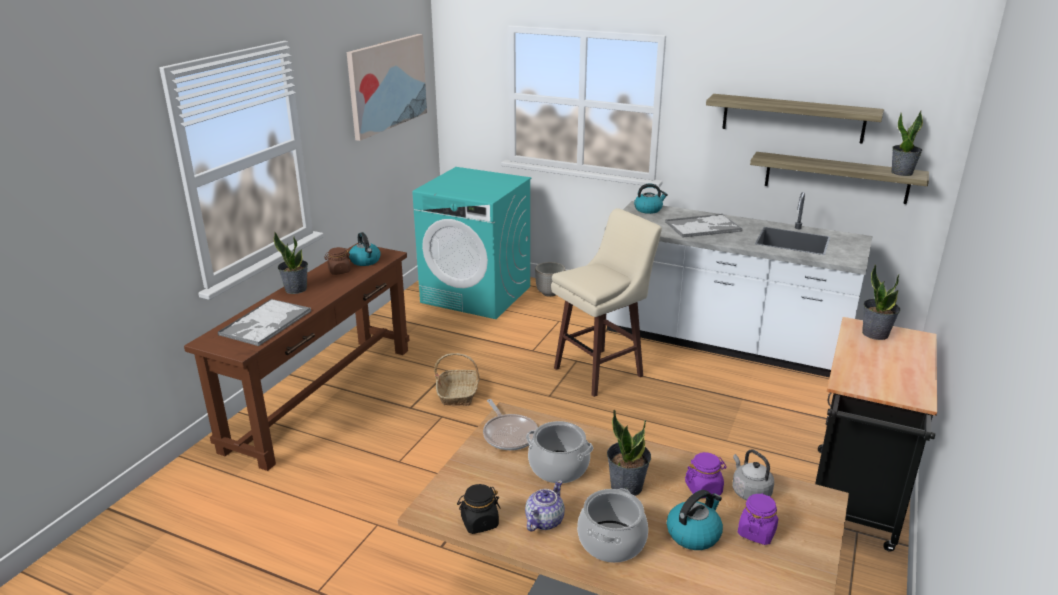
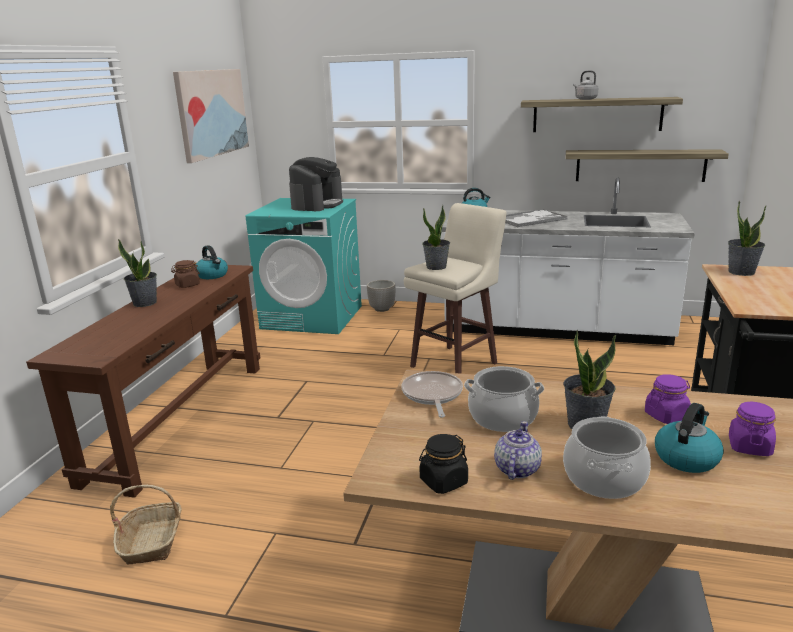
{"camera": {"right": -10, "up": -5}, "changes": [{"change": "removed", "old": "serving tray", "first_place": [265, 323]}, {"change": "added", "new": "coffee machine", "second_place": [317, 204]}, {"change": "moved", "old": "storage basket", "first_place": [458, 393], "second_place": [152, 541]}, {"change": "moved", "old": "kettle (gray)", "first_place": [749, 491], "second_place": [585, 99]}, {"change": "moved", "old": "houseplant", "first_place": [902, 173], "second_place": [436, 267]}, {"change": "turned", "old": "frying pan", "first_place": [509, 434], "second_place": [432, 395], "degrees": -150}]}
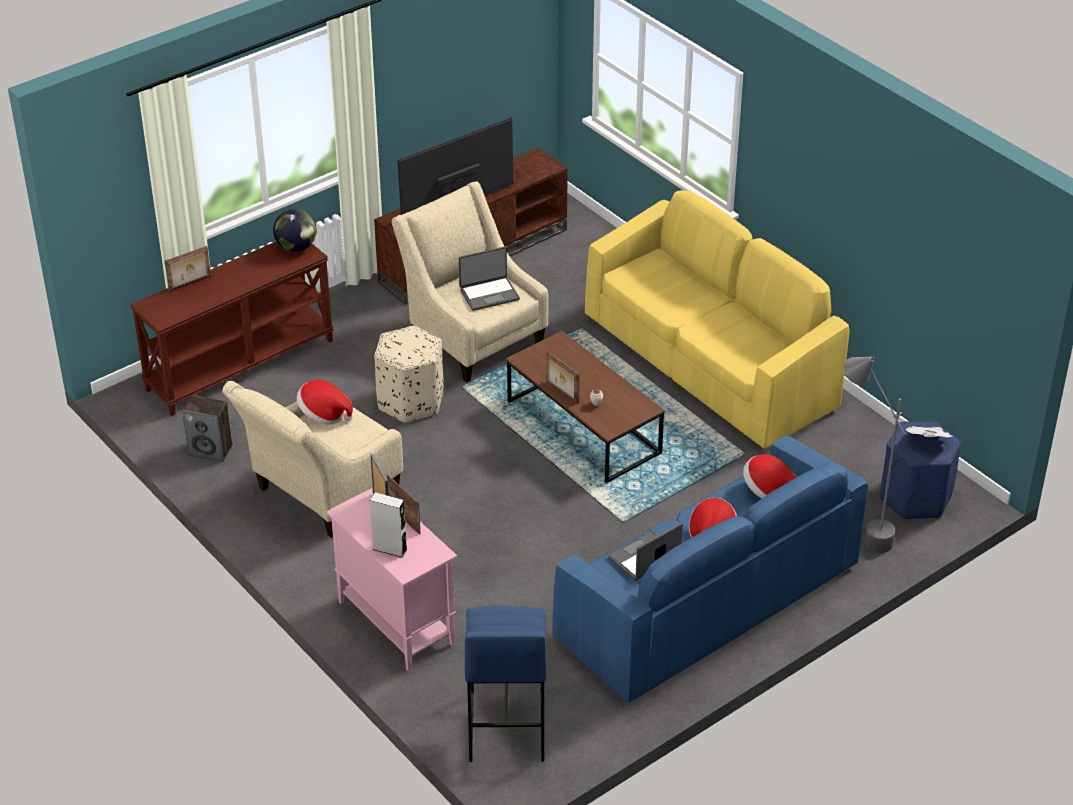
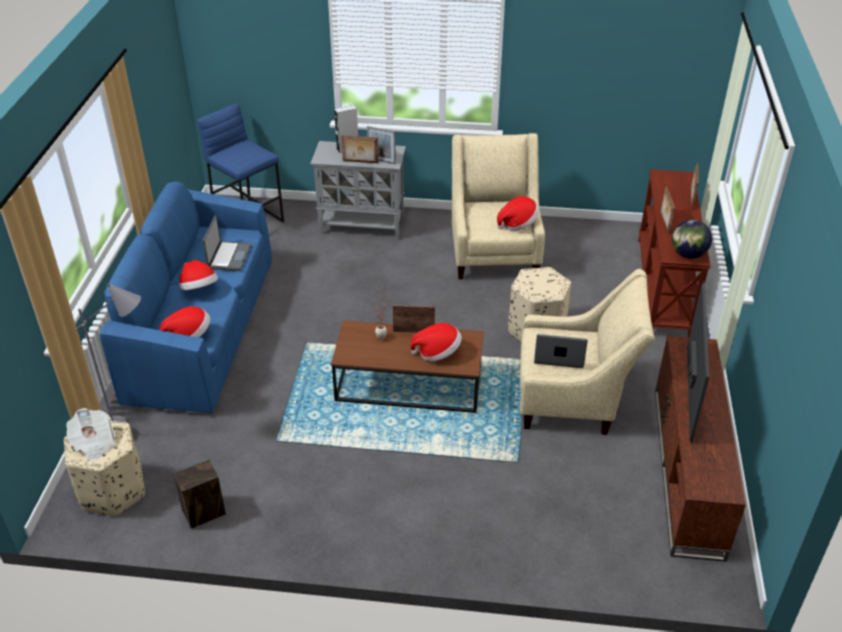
{"camera": {"right": 135, "up": 0}, "changes": [{"change": "removed", "old": "settee (yellowish)", "first_place": [709, 363]}, {"change": "added", "new": "wearable hat", "second_place": [437, 352]}, {"change": "added", "new": "standing frame", "second_place": [664, 223]}, {"change": "moved", "old": "speaker", "first_place": [211, 450], "second_place": [203, 513]}, {"change": "recoloured", "old": "cabinet (pink-coloured)", "new": "cabinet (gray)", "first_place": [395, 622], "second_place": [362, 226]}, {"change": "recoloured", "old": "footrest (blue-coloured)", "new": "footrest (beige)", "first_place": [915, 498], "second_place": [112, 490]}, {"change": "turned", "old": "notebook computer", "first_place": [489, 294], "second_place": [559, 355], "degrees": 75}]}
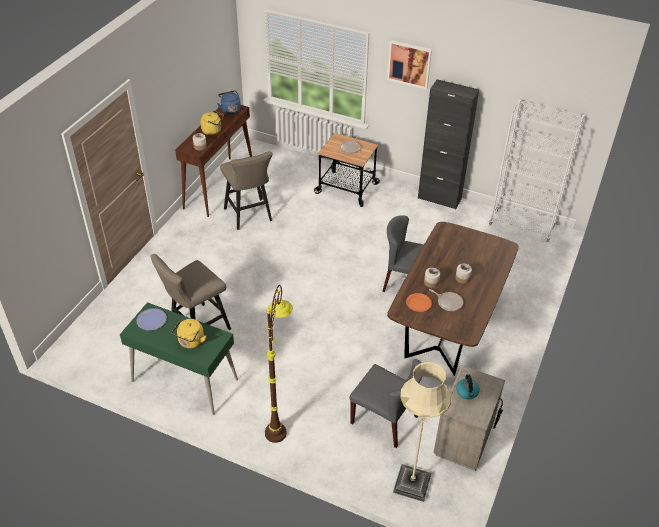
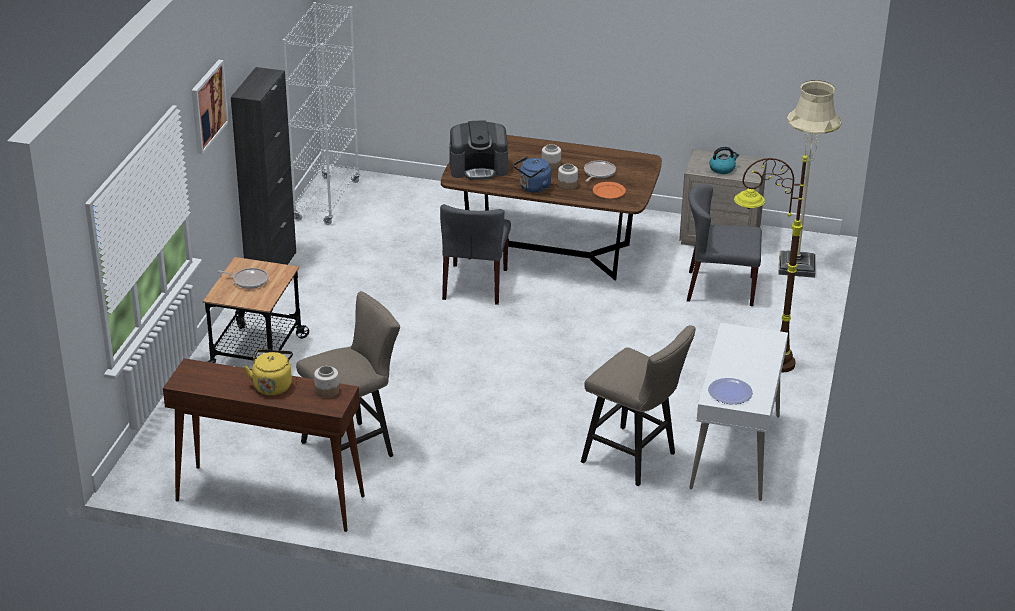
{"camera": {"right": -100, "up": -10}, "changes": [{"change": "removed", "old": "kettle (yellowish)", "first_place": [190, 342]}, {"change": "added", "new": "coffee machine", "second_place": [479, 168]}, {"change": "moved", "old": "kettle (blue-coloured)", "first_place": [230, 110], "second_place": [533, 188]}, {"change": "recoloured", "old": "desk (greenish)", "new": "desk (white-coloured)", "first_place": [184, 381], "second_place": [736, 452]}, {"change": "turned", "old": "plain chair (gray)", "first_place": [384, 420], "second_place": [719, 288], "degrees": -105}]}
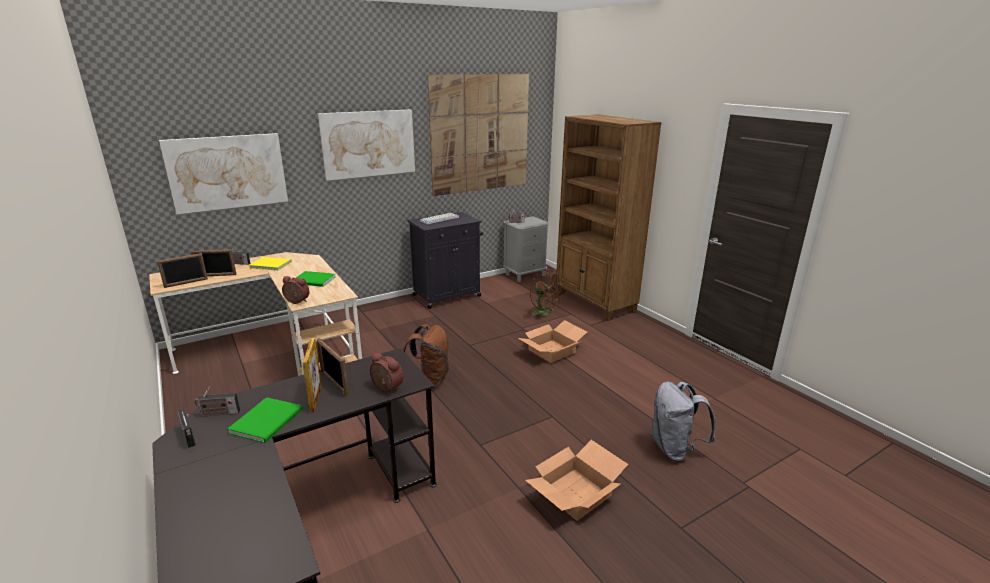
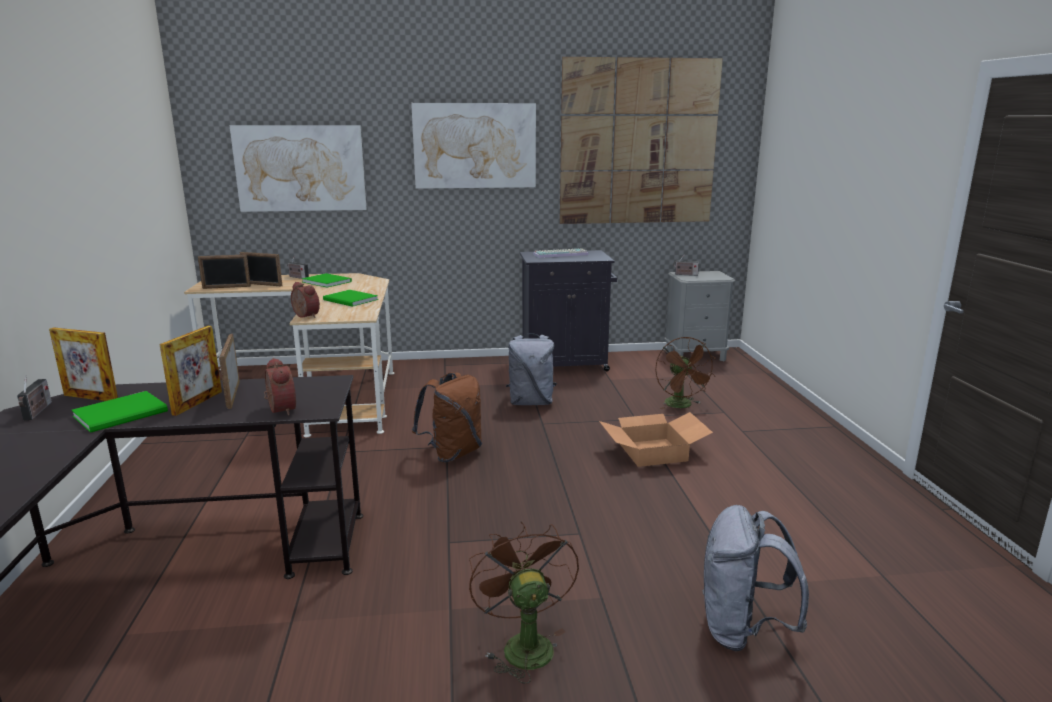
{"camera": {"right": 25, "up": -5}, "changes": [{"change": "removed", "old": "shelving unit (brown-coloured)", "first_place": [595, 302]}, {"change": "added", "new": "backpack (gray)", "second_place": [531, 402]}, {"change": "replaced", "old": "radio receiver", "new": "standing frame", "first_place": [218, 413], "second_place": [91, 398]}, {"change": "replaced", "old": "cardboard box", "new": "fan (brown-coloured)", "first_place": [576, 494], "second_place": [523, 644]}, {"change": "recoloured", "old": "book (yellowish)", "new": "book (greenish)", "first_place": [270, 264], "second_place": [327, 281]}]}
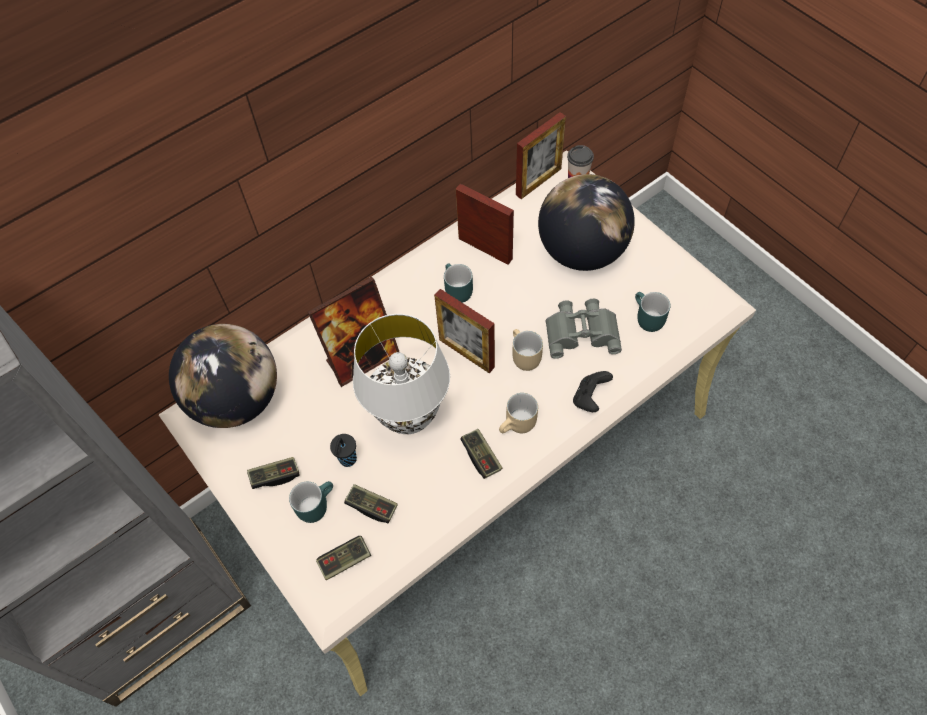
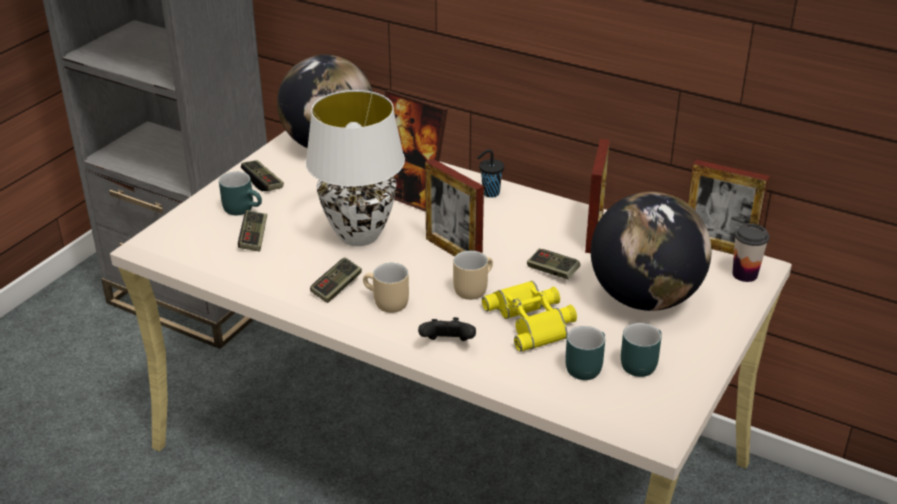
{"camera": {"right": 65, "up": -25}, "changes": [{"change": "moved", "old": "gamepad", "first_place": [345, 560], "second_place": [552, 271]}, {"change": "moved", "old": "small cup (black)", "first_place": [347, 460], "second_place": [489, 193]}, {"change": "moved", "old": "mug (turquoise)", "first_place": [455, 290], "second_place": [639, 362]}, {"change": "recoloured", "old": "field glasses (gray)", "new": "field glasses (yellowish)", "first_place": [582, 331], "second_place": [533, 321]}, {"change": "turned", "old": "standing frame", "first_place": [466, 353], "second_place": [453, 251], "degrees": -60}]}
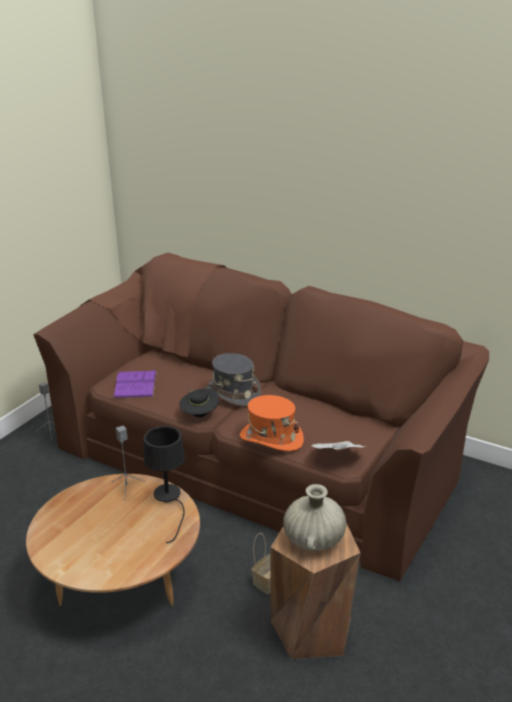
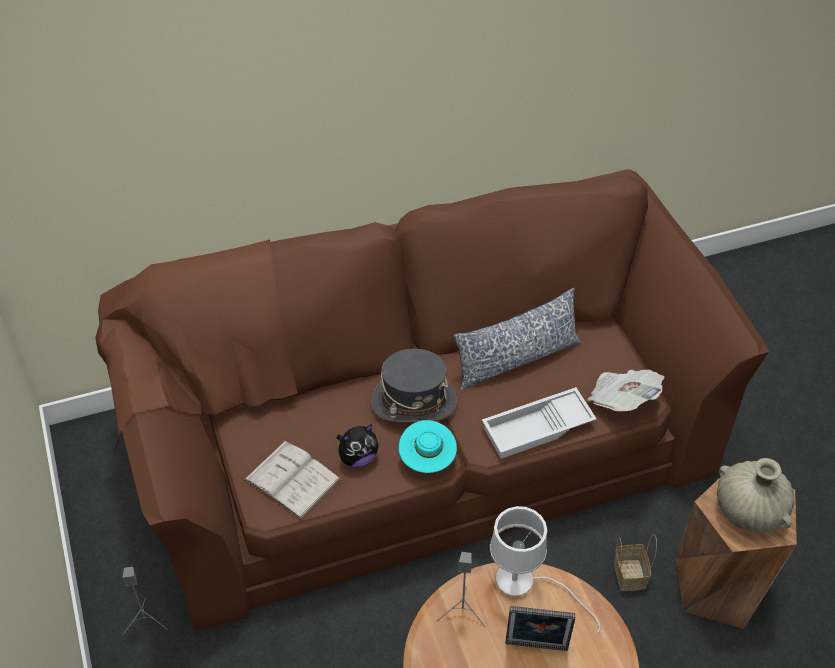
{"camera": {"right": -50, "up": 20}, "changes": [{"change": "added", "new": "cuddly toy", "second_place": [358, 458]}, {"change": "added", "new": "cushion", "second_place": [516, 359]}, {"change": "added", "new": "standing frame", "second_place": [536, 648]}, {"change": "replaced", "old": "wearable hat (orange)", "new": "serving tray (white-coloured)", "first_place": [271, 438], "second_place": [537, 429]}, {"change": "recoloured", "old": "book (purple-coloured)", "new": "book (white-coloured)", "first_place": [135, 384], "second_place": [292, 479]}, {"change": "recoloured", "old": "lamp for a table (black)", "new": "lamp for a table (white-coloured)", "first_place": [169, 501], "second_place": [525, 585]}, {"change": "recoloured", "old": "wearable hat (black)", "new": "wearable hat (turquoise)", "first_place": [199, 415], "second_place": [427, 460]}]}
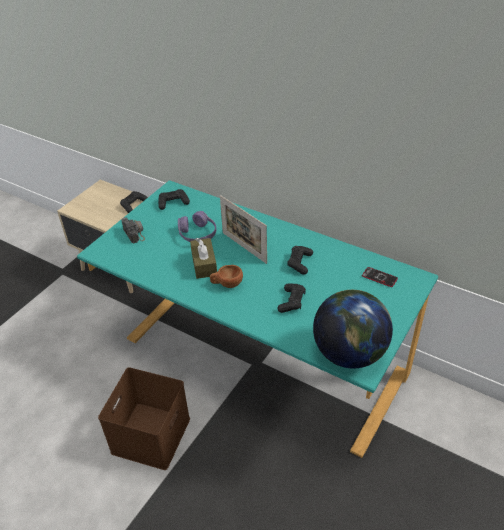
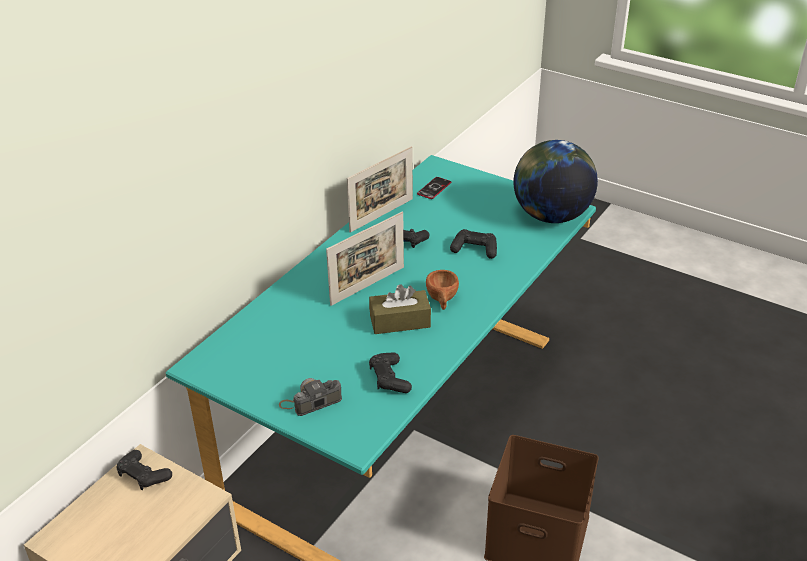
{"camera": {"right": -90, "up": -5}, "changes": [{"change": "removed", "old": "pair of headphones (purple-coloured)", "first_place": [197, 234]}, {"change": "added", "new": "standing frame", "second_place": [381, 215]}, {"change": "moved", "old": "gamepad (black)", "first_place": [173, 203], "second_place": [389, 379]}]}
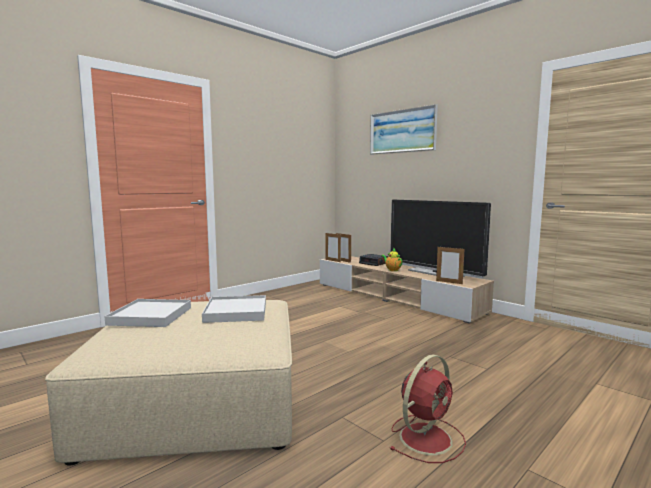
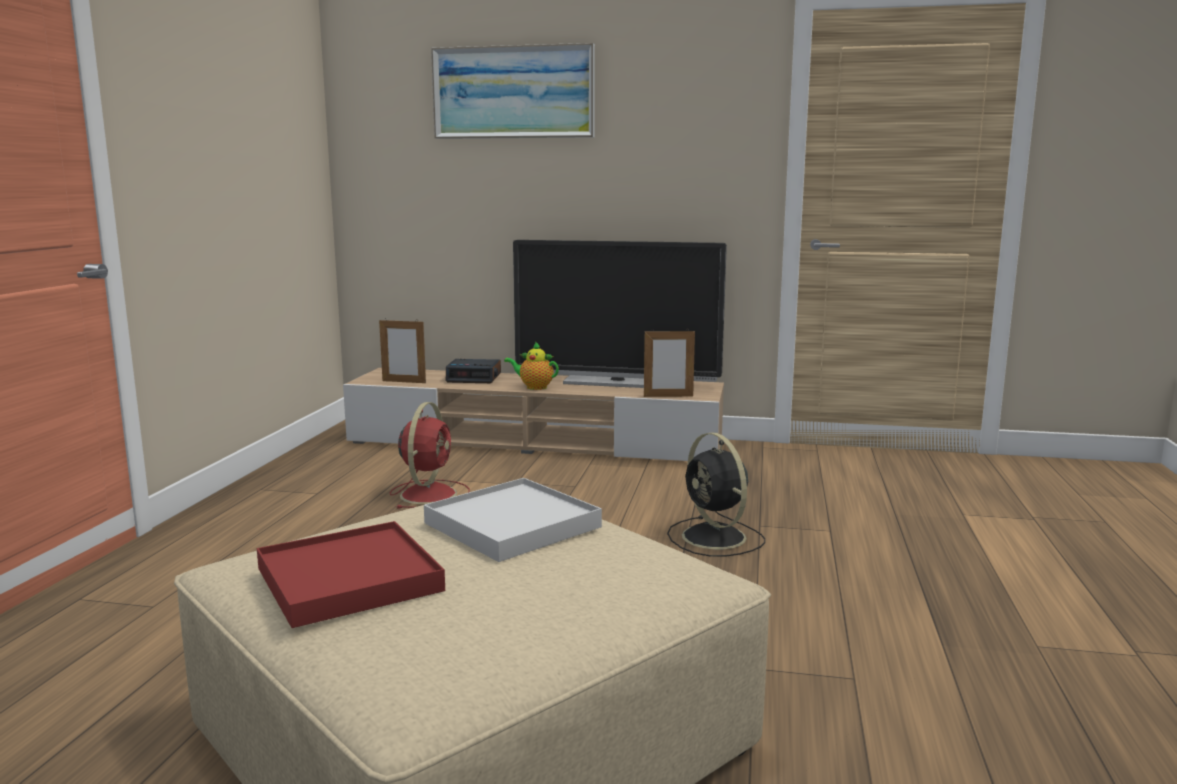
{"camera": {"right": -35, "up": 5}, "changes": [{"change": "removed", "old": "standing frame", "first_place": [333, 260]}, {"change": "added", "new": "fan (black)", "second_place": [715, 538]}, {"change": "moved", "old": "fan (red-coloured)", "first_place": [427, 437], "second_place": [429, 494]}, {"change": "recoloured", "old": "serving tray (white-coloured)", "new": "serving tray (red-coloured)", "first_place": [150, 316], "second_place": [348, 579]}]}
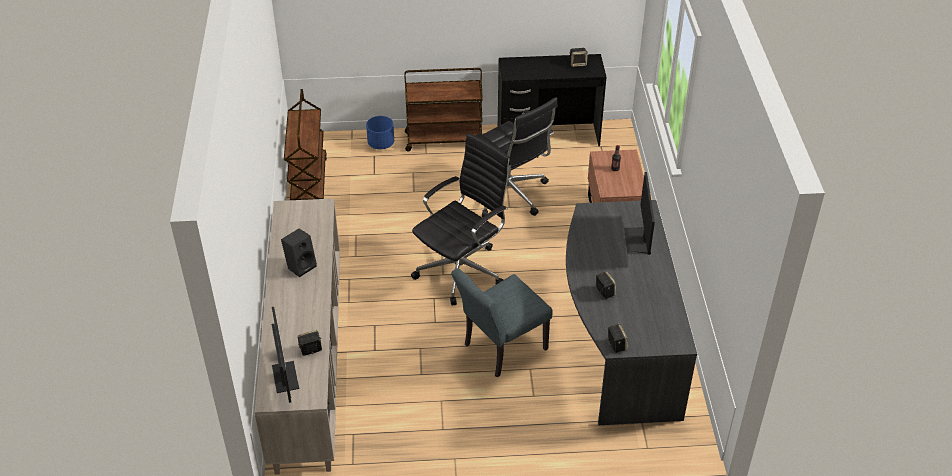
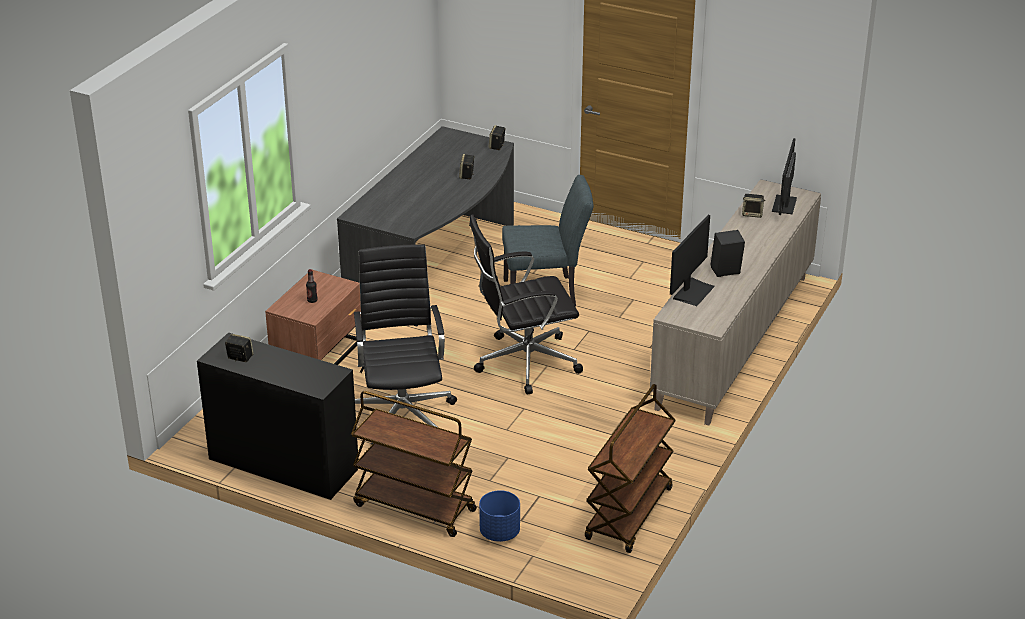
{"camera": {"right": -150, "up": -10}, "changes": [{"change": "moved", "old": "computer display", "first_place": [638, 241], "second_place": [693, 291]}]}
